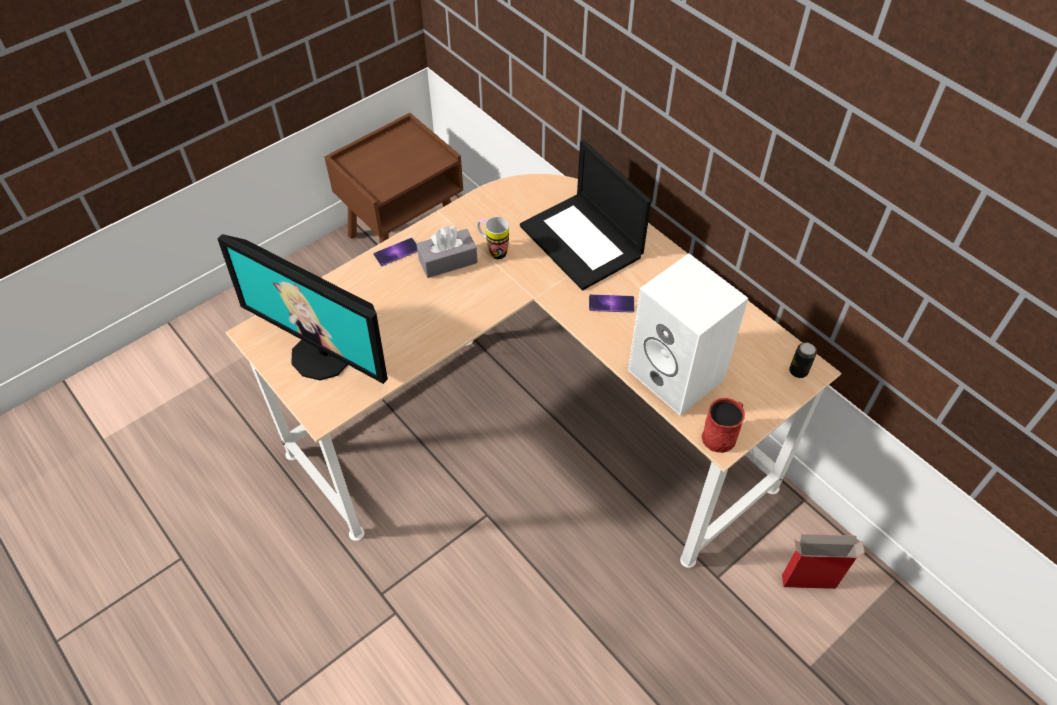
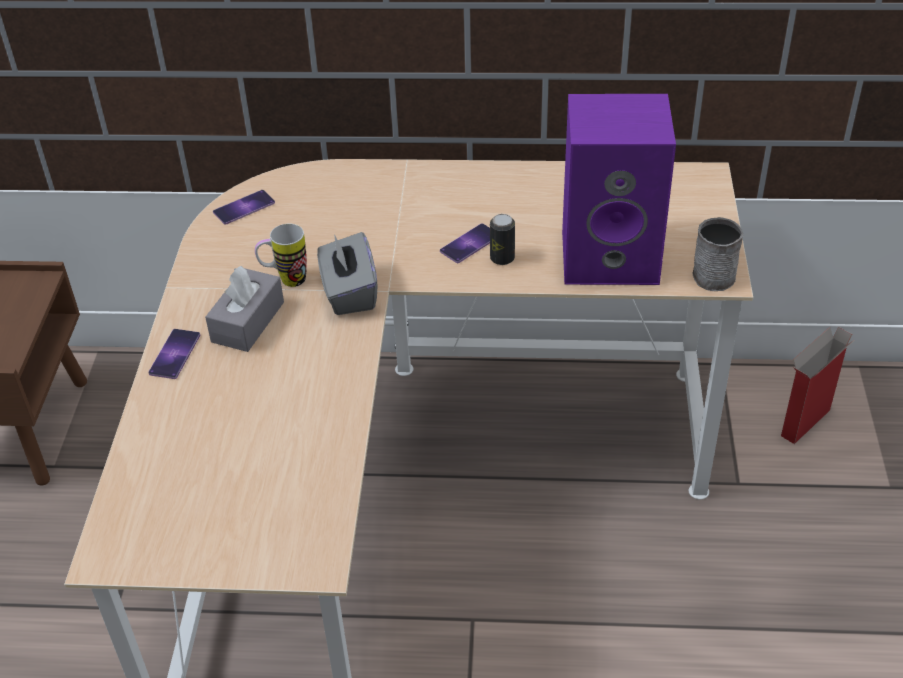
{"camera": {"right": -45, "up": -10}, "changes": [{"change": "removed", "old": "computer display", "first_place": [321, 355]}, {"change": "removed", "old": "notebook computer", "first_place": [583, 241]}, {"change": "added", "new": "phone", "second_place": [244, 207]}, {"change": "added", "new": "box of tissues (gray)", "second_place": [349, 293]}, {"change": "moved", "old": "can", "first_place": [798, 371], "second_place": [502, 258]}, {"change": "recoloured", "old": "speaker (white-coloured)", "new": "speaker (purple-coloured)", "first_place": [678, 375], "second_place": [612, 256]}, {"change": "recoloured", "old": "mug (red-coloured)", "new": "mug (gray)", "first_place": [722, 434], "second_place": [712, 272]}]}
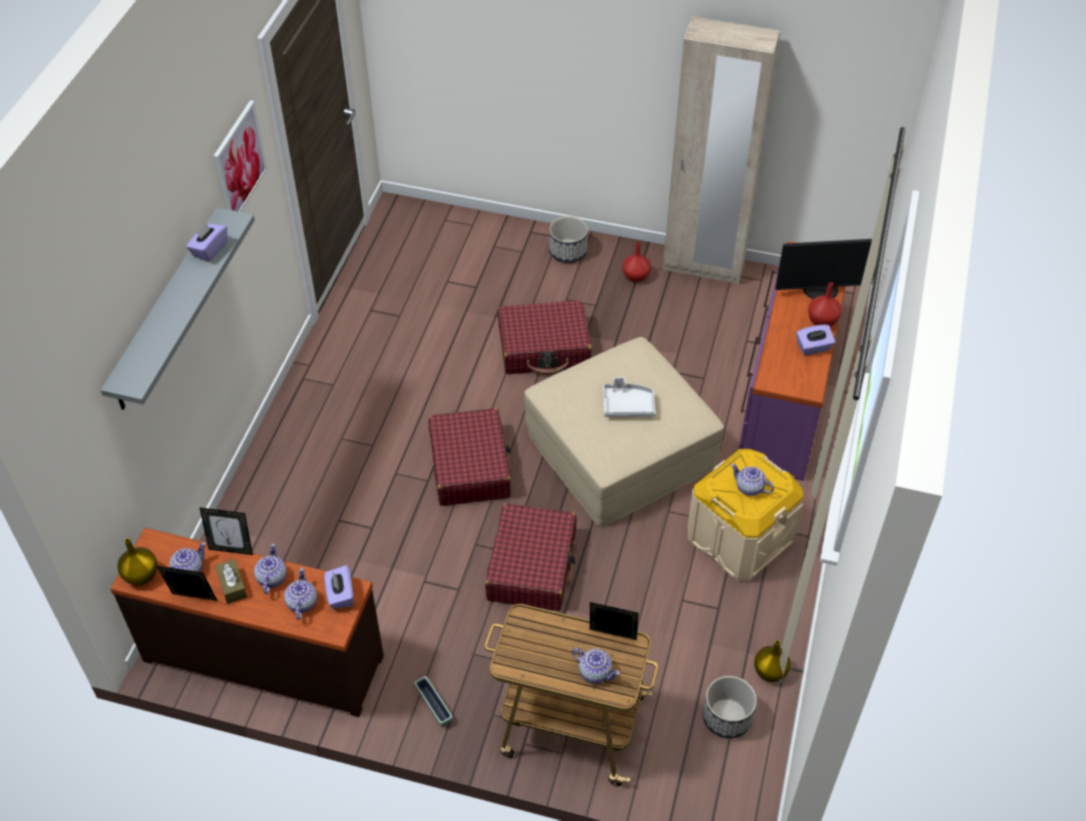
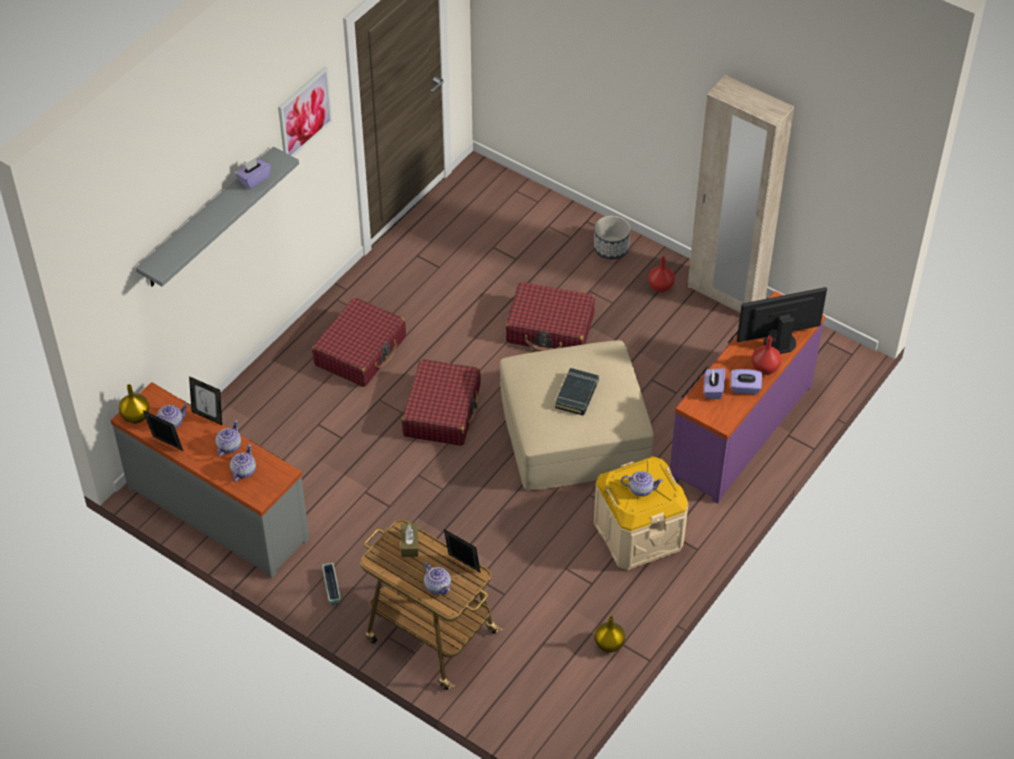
{"camera": {"right": 20, "up": 0}, "changes": [{"change": "removed", "old": "plant pot", "first_place": [726, 718]}, {"change": "moved", "old": "box of tissues (brown-coloured)", "first_place": [232, 585], "second_place": [409, 544]}, {"change": "moved", "old": "box of tissues (purple-coloured)", "first_place": [340, 595], "second_place": [713, 389]}, {"change": "moved", "old": "suitcase (red-coloured)", "first_place": [532, 566], "second_place": [360, 351]}, {"change": "replaced", "old": "serving tray (gray)", "new": "book (black)", "first_place": [627, 405], "second_place": [577, 394]}, {"change": "recoloured", "old": "chest of drawers (brown-coloured)", "new": "chest of drawers (gray)", "first_place": [264, 655], "second_place": [219, 511]}, {"change": "turned", "old": "pot for tea", "first_place": [750, 488], "second_place": [640, 489], "degrees": 135}, {"change": "turned", "old": "computer display", "first_place": [821, 290], "second_place": [779, 341], "degrees": 150}]}
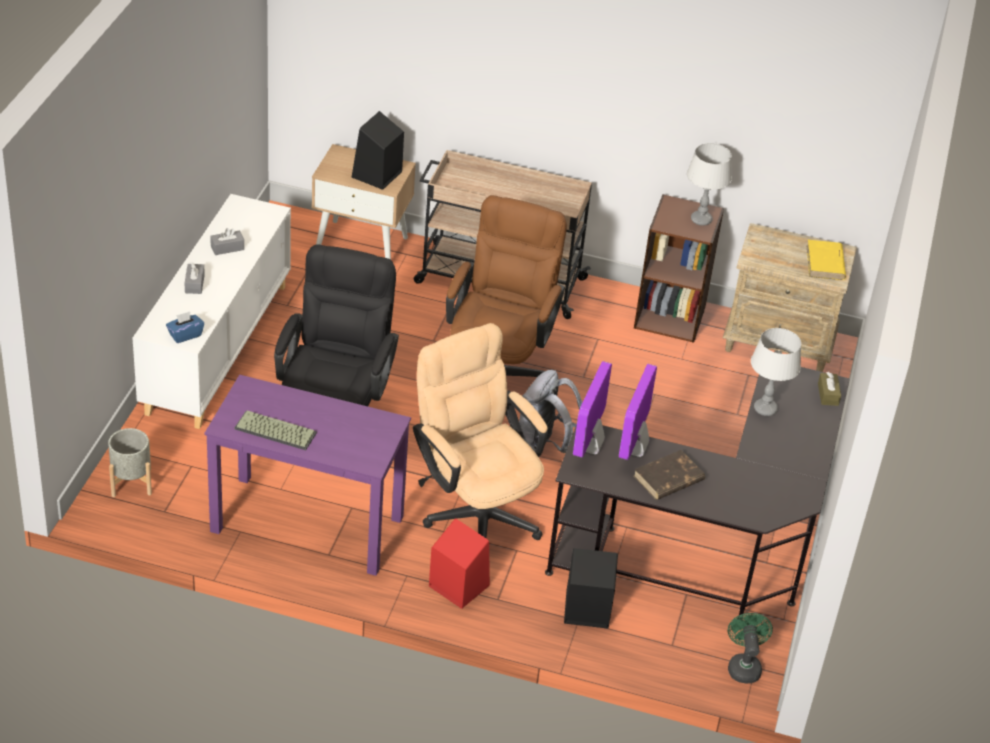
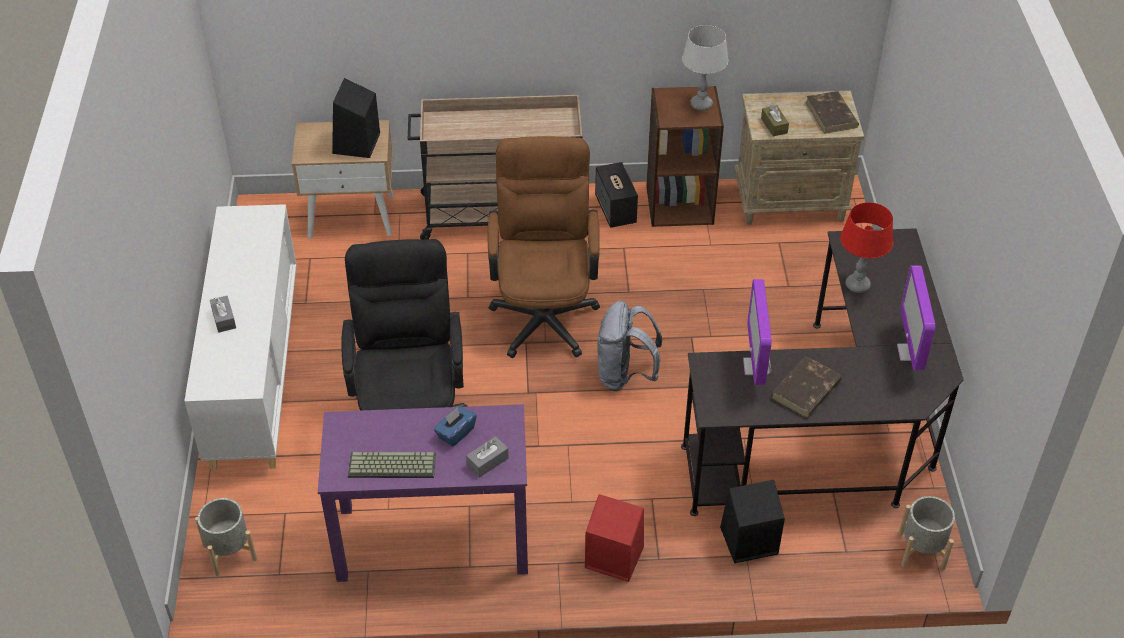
{"camera": {"right": -15, "up": 5}, "changes": [{"change": "removed", "old": "computer chair (beige)", "first_place": [475, 510]}, {"change": "added", "new": "speaker", "second_place": [616, 210]}, {"change": "moved", "old": "box of tissues (blue-coloured)", "first_place": [185, 335], "second_place": [455, 433]}, {"change": "moved", "old": "box of tissues (gray)", "first_place": [227, 248], "second_place": [487, 462]}, {"change": "moved", "old": "computer display", "first_place": [589, 445], "second_place": [911, 352]}, {"change": "moved", "old": "box of tissues (brown-coloured)", "first_place": [828, 394], "second_place": [774, 126]}, {"change": "replaced", "old": "fan (greenish)", "new": "plant pot (gray)", "first_place": [743, 666], "second_place": [922, 550]}, {"change": "recoloured", "old": "lamp for a table (gray)", "new": "lamp for a table (red-coloured)", "first_place": [765, 409], "second_place": [857, 285]}, {"change": "recoloured", "old": "book (yellowish)", "new": "book (brown-coloured)", "first_place": [825, 263], "second_place": [831, 115]}]}
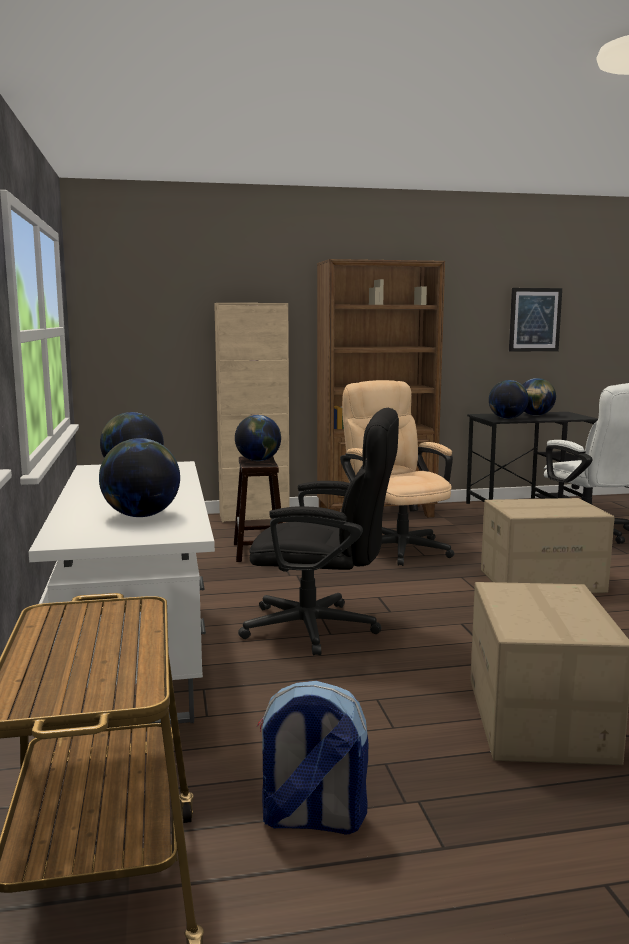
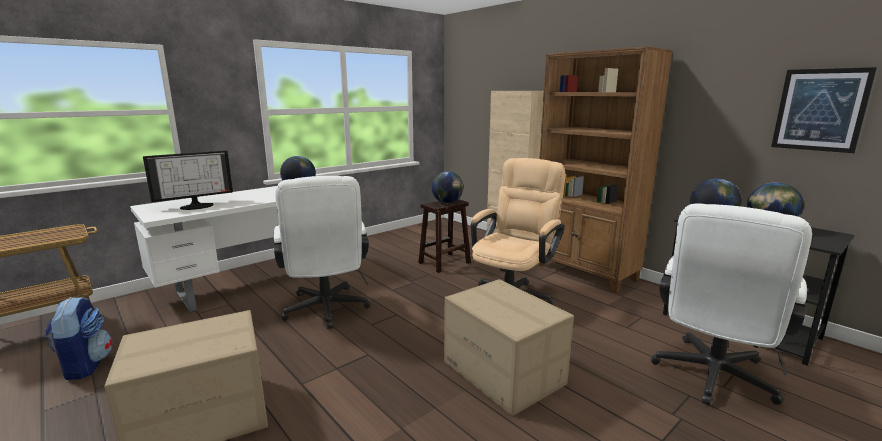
{"camera": {"right": 60, "up": 5}, "changes": [{"change": "replaced", "old": "globe", "new": "computer display", "first_place": [141, 515], "second_place": [197, 206]}, {"change": "recoloured", "old": "computer chair (black)", "new": "computer chair (white-coloured)", "first_place": [323, 629], "second_place": [326, 311]}]}
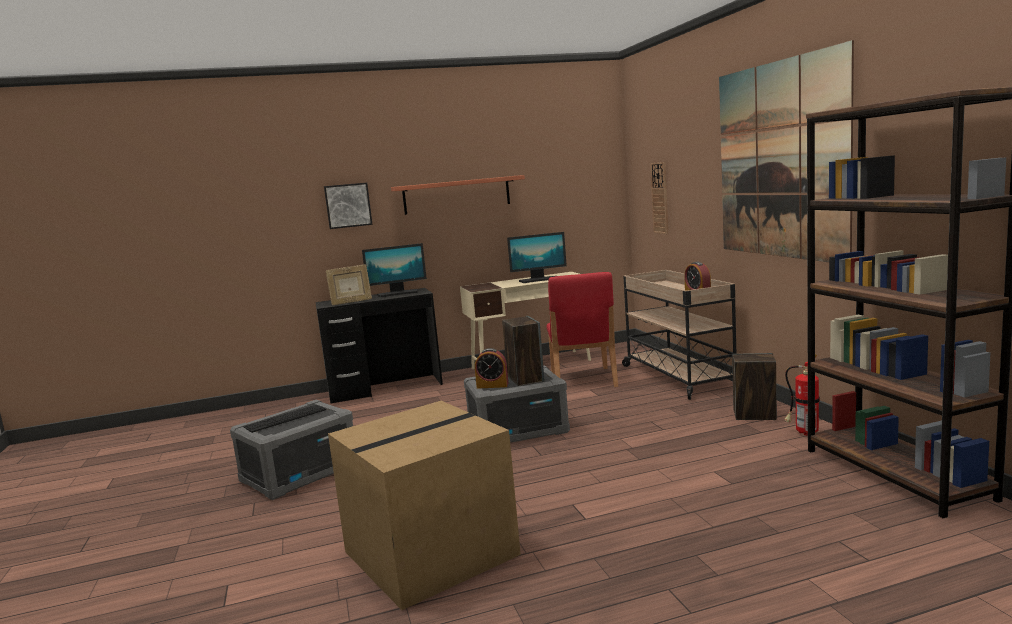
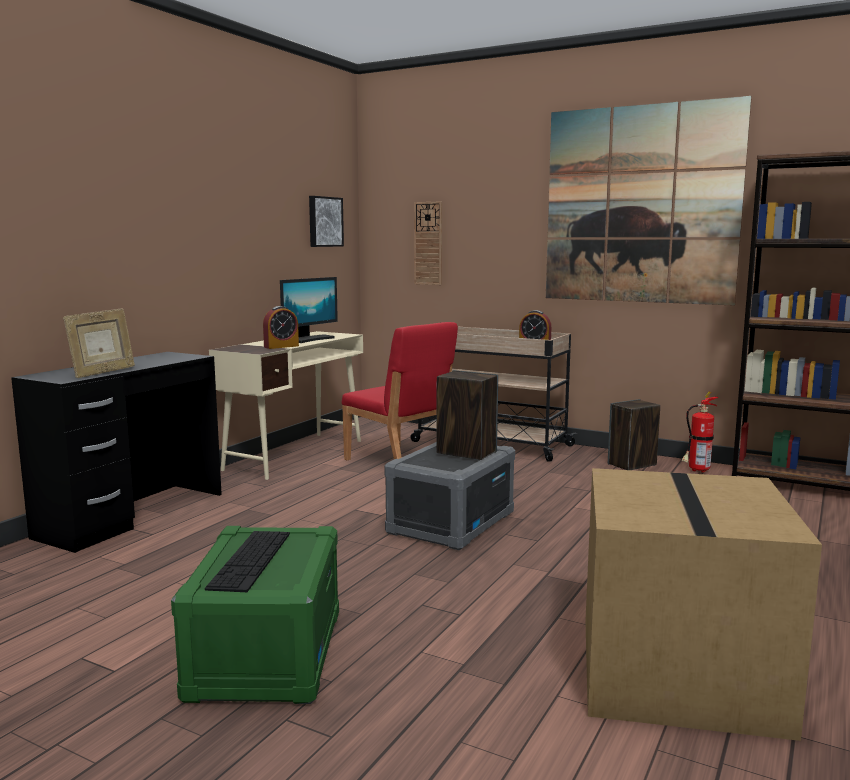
{"camera": {"right": -45, "up": 0}, "changes": [{"change": "removed", "old": "computer display", "first_place": [398, 293]}, {"change": "removed", "old": "wall shelf", "first_place": [457, 195]}, {"change": "moved", "old": "picture", "first_place": [348, 205], "second_place": [324, 221]}, {"change": "moved", "old": "bedside clock", "first_place": [492, 385], "second_place": [281, 346]}, {"change": "recoloured", "old": "storage container (gray)", "new": "storage container (greenish)", "first_place": [300, 473], "second_place": [266, 654]}]}
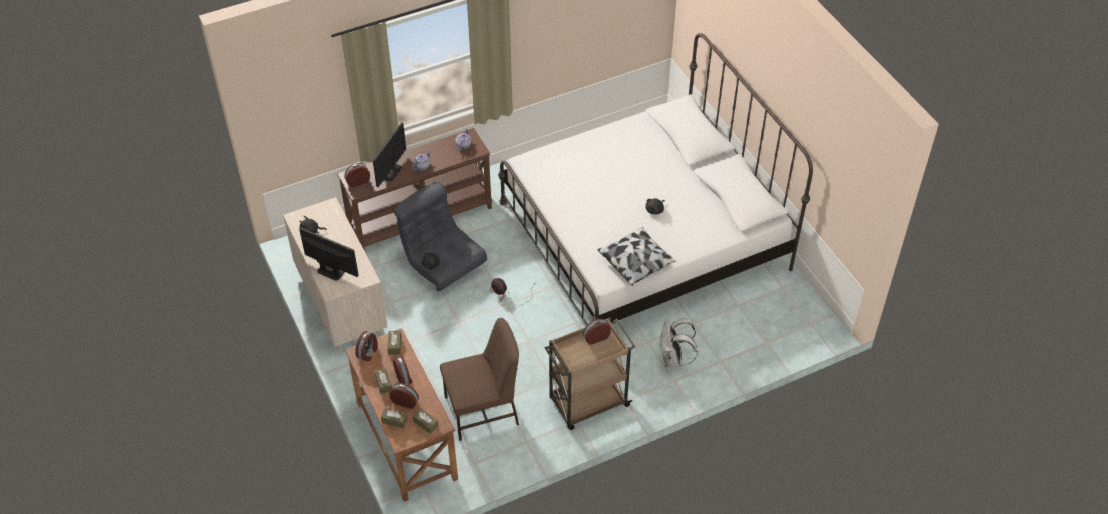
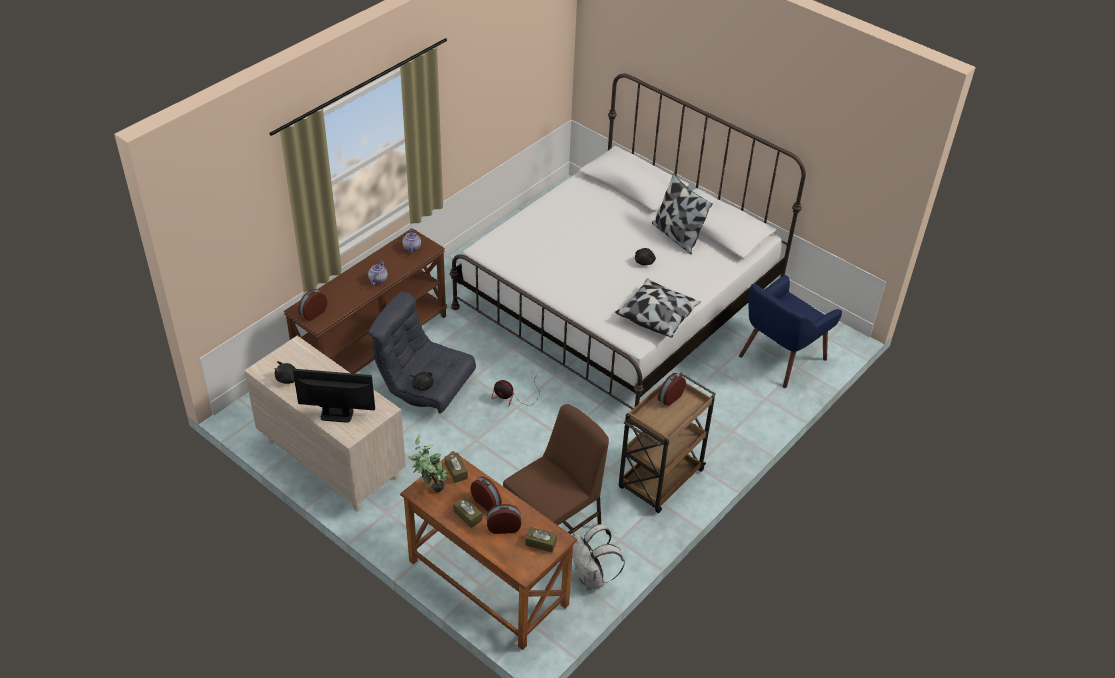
{"camera": {"right": -25, "up": -5}, "changes": [{"change": "removed", "old": "computer display", "first_place": [390, 171]}, {"change": "removed", "old": "box of tissues (brown-coloured)", "first_place": [394, 420]}, {"change": "added", "new": "cushion", "second_place": [677, 236]}, {"change": "added", "new": "lounge chair (blue-coloured)", "second_place": [781, 357]}, {"change": "moved", "old": "backpack (white-coloured)", "first_place": [673, 359], "second_place": [591, 578]}, {"change": "replaced", "old": "bedside clock", "new": "houseplant", "first_place": [368, 353], "second_place": [430, 488]}]}
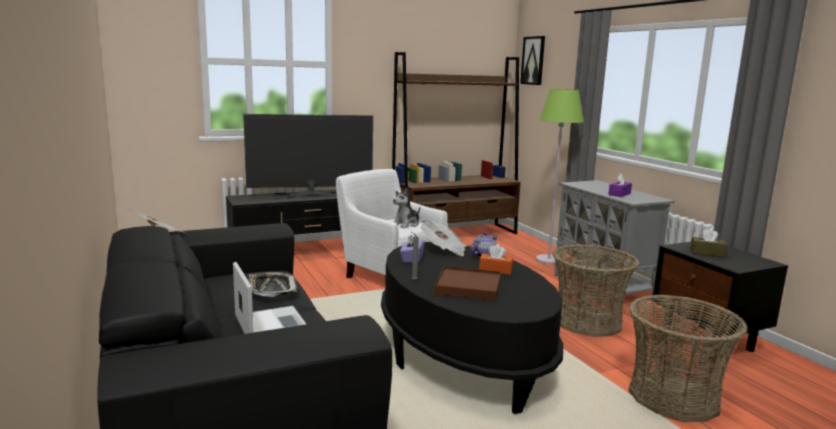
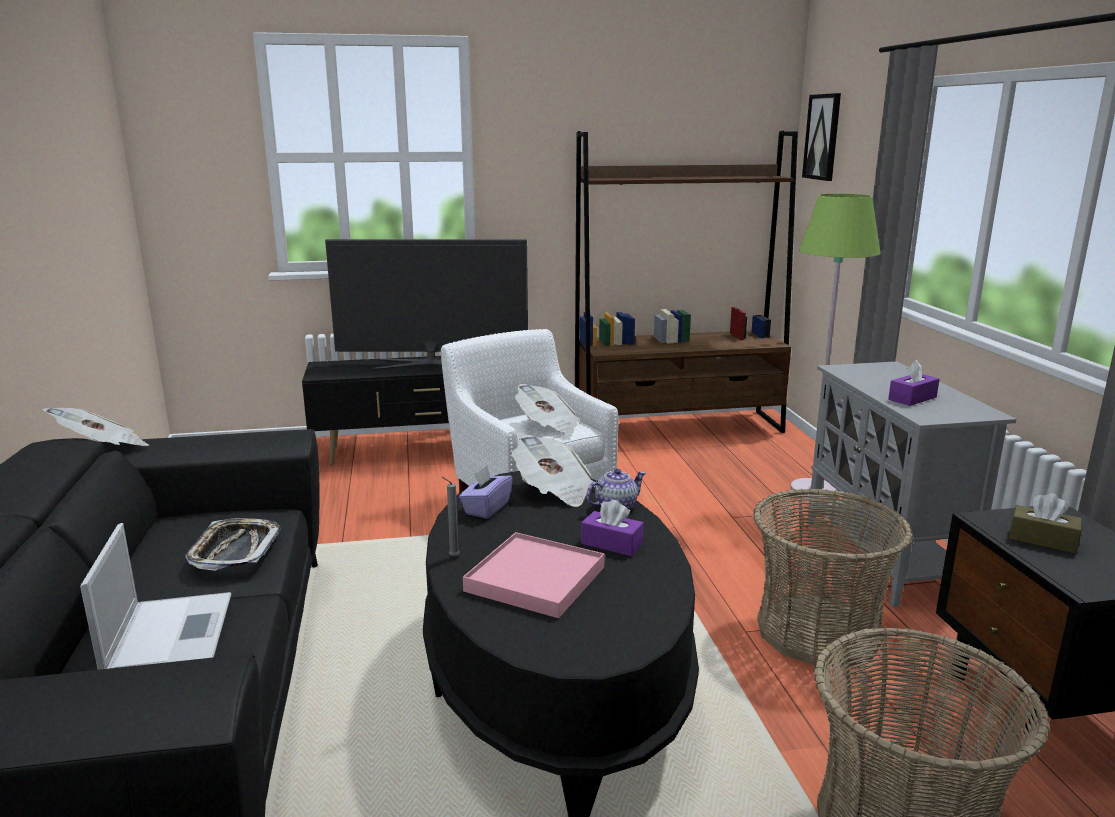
{"camera": {"right": 15, "up": 5}, "changes": [{"change": "replaced", "old": "cuddly toy", "new": "daily paper", "first_place": [406, 224], "second_place": [548, 426]}, {"change": "recoloured", "old": "serving tray (brown-coloured)", "new": "serving tray (pink-coloured)", "first_place": [468, 287], "second_place": [535, 579]}, {"change": "recoloured", "old": "box of tissues (orange)", "new": "box of tissues (purple-coloured)", "first_place": [495, 270], "second_place": [611, 544]}]}
